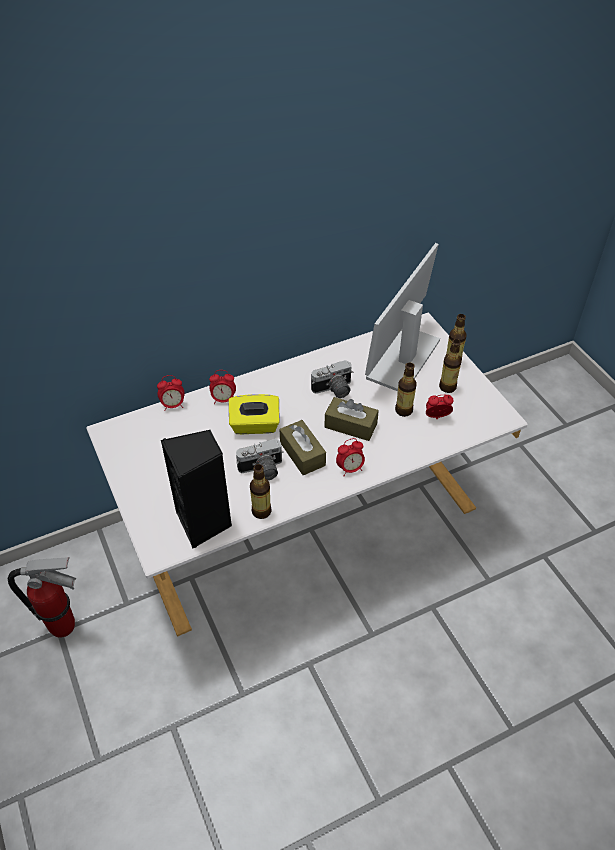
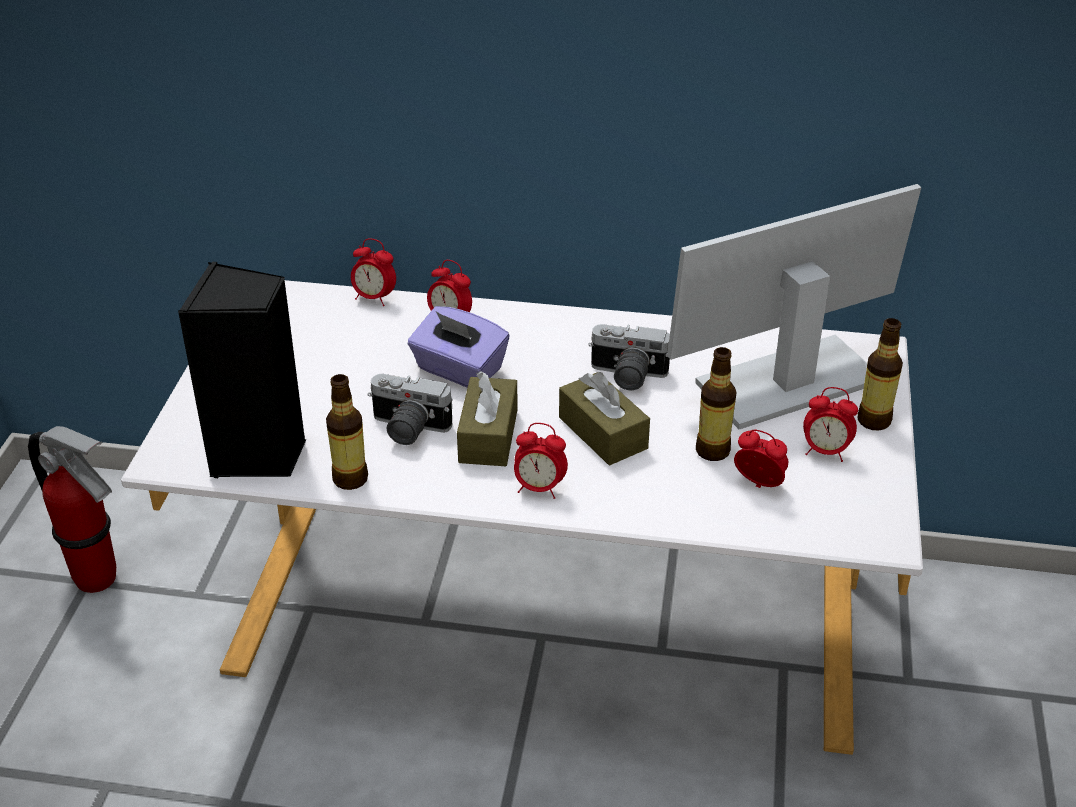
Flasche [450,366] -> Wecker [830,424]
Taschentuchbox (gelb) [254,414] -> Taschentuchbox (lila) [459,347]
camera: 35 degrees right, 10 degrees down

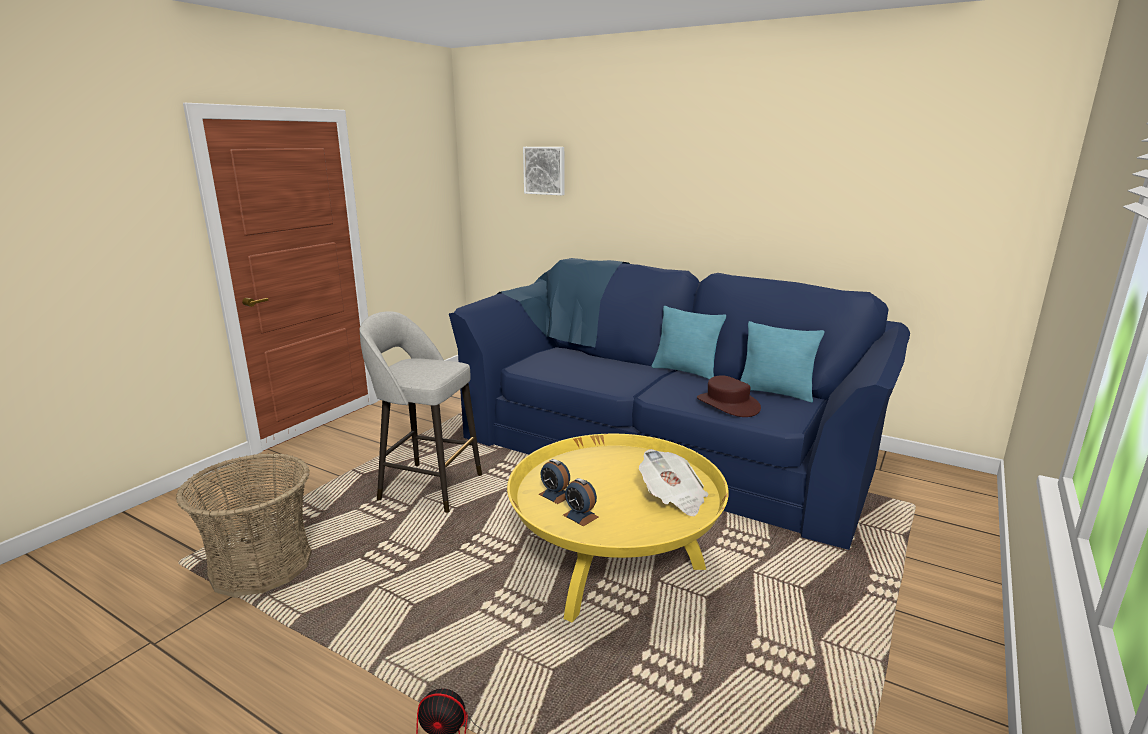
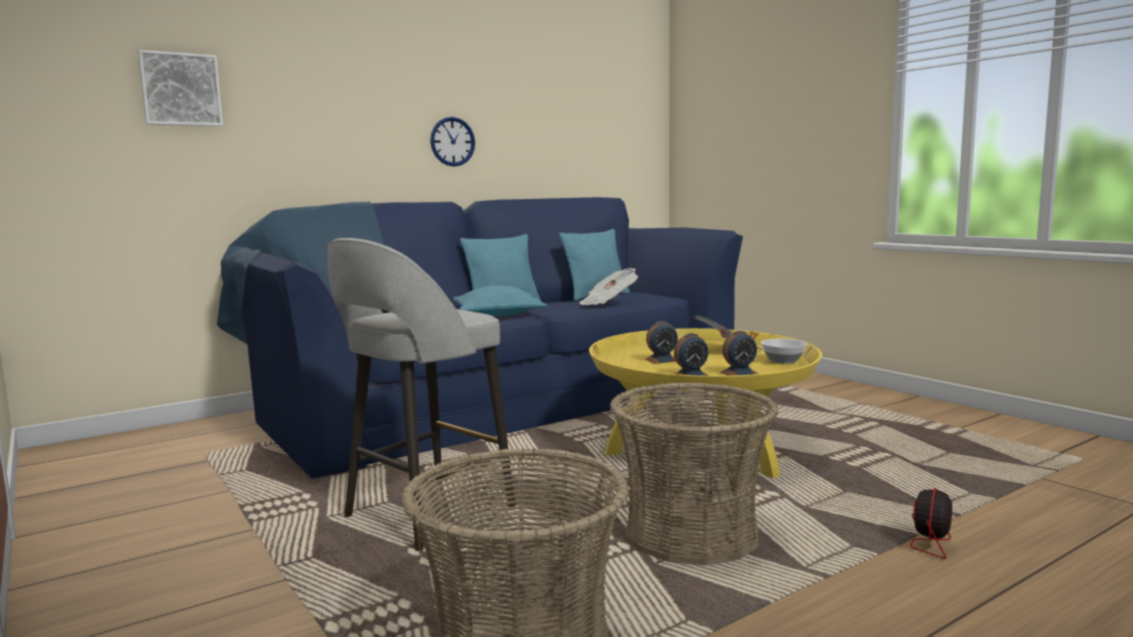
Hut (braun) [729,396] -> Zeitung [608,286]
none -> Wanduhr [452,142]
none -> Kissen (türkis) [500,300]
none -> Wecker [661,342]
none -> Schüssel [784,351]
none -> Korb [694,473]
camera: 65 degrees left, 10 degrees down

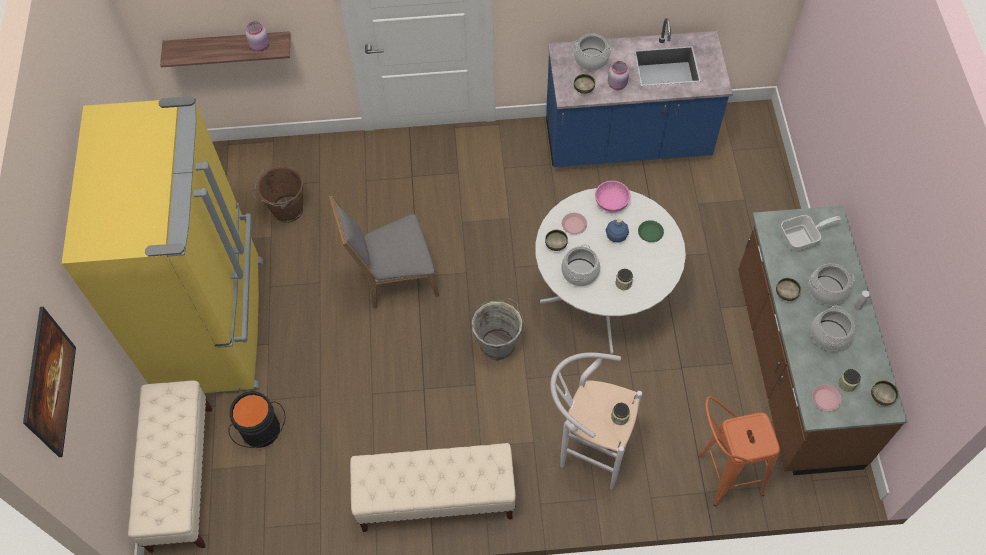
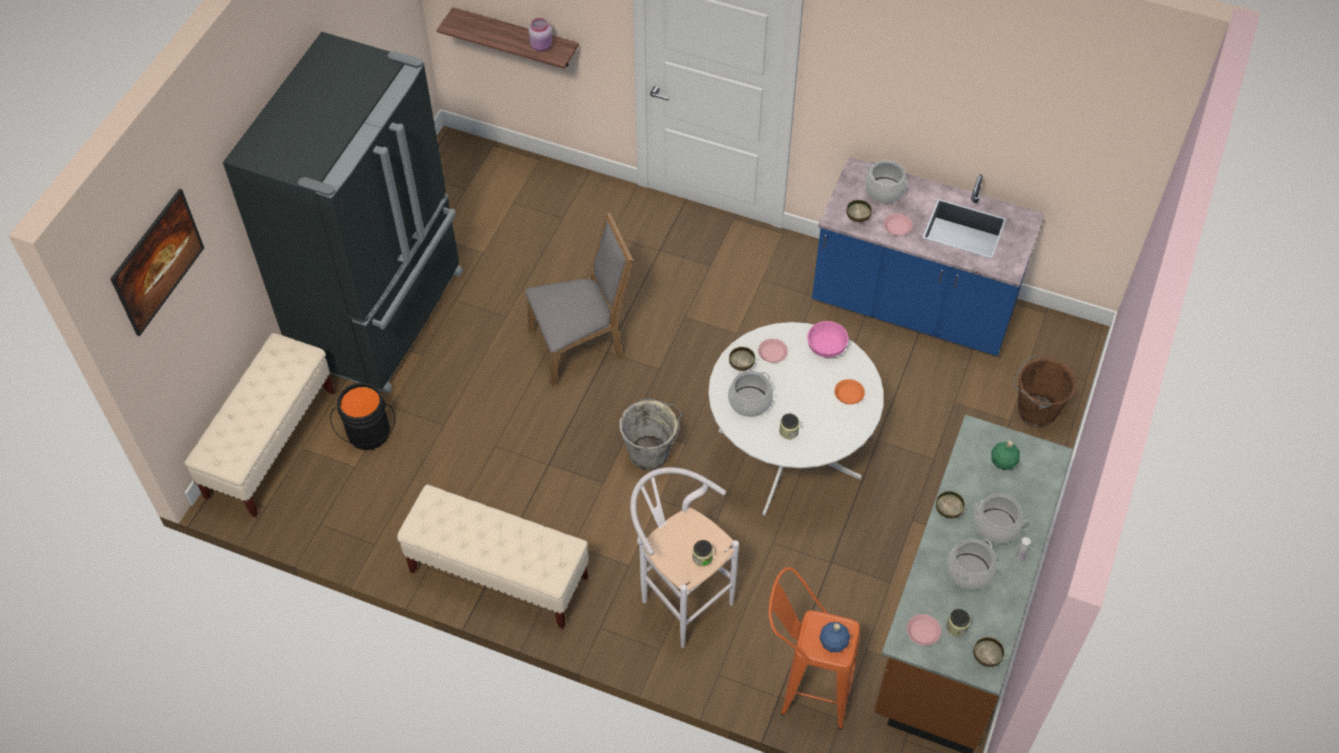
Vorratsglas (rosa) [618,75] -> Teller (rosa) [898,224]
Kühlschrank (gelb) [162,245] -> Kühlschrank (schwarz) [343,213]
Eimer (braun) [277,194] -> Eimer (braun) [1044,392], move
Stuhl (grau) [384,252] -> Stuhl (grau) [579,299], 150 degrees clockwise
Pfanne [811,233] -> Flasche (grün) [1005,455]
Flasche (blau) [617,231] -> Flasche (blau) [834,637], move
Teller (grün) [651,231] -> Teller (orange) [849,391]
camera: 25 degrees right, 5 degrees down

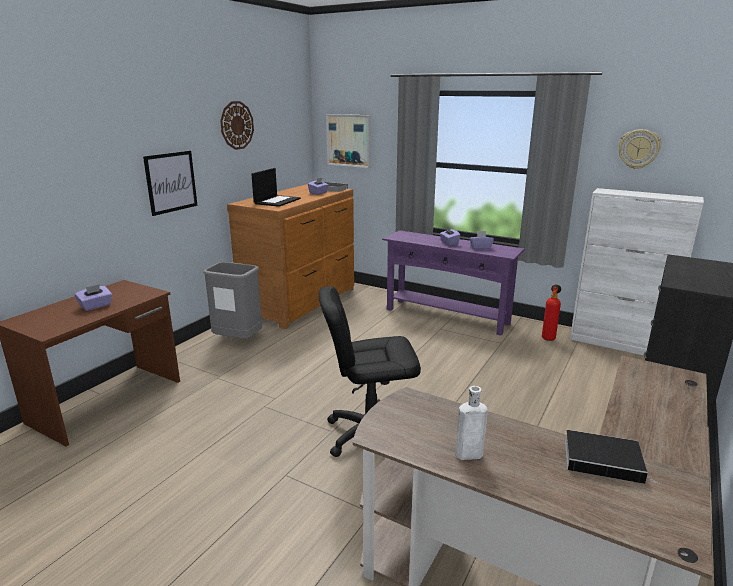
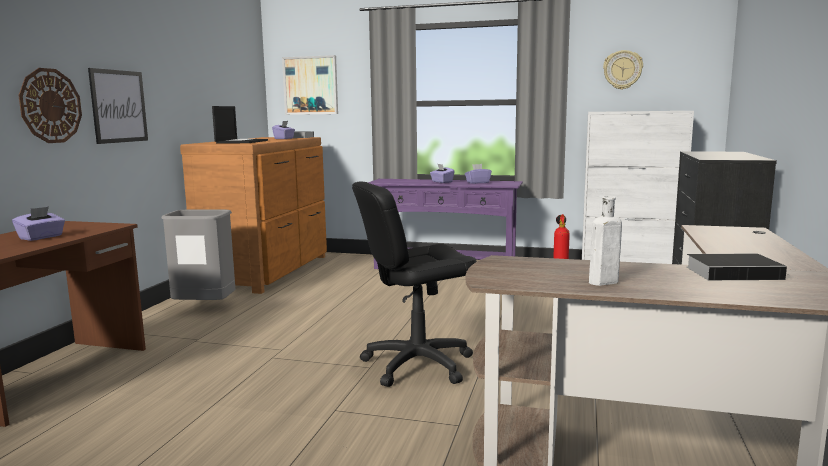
Wanduhr [237,125] -> Wanduhr [50,105], move
camera: 15 degrees left, 10 degrees down

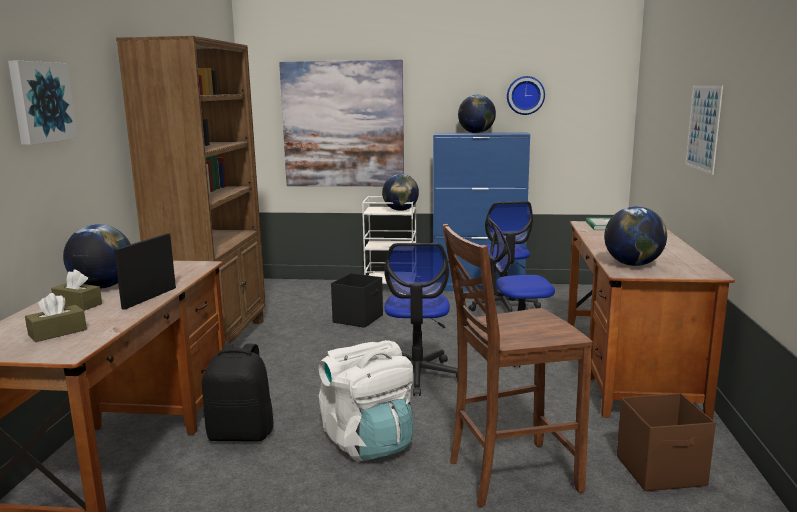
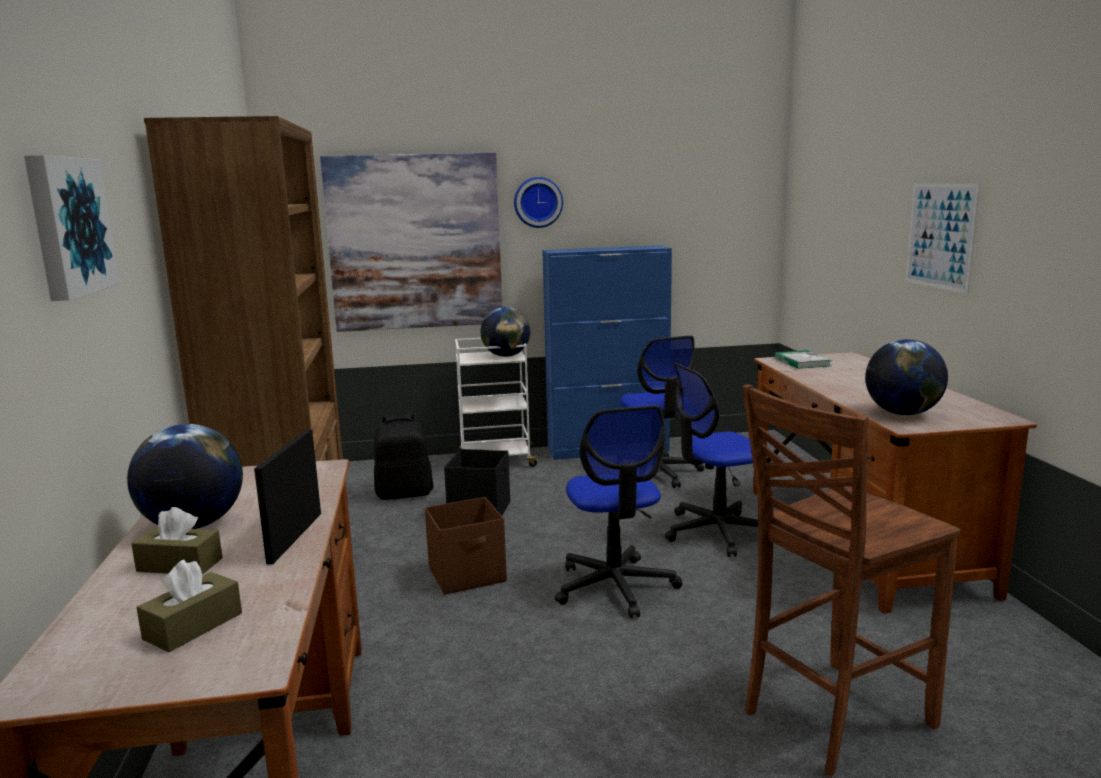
Wanduhr [526,95] -> Wanduhr [538,202], move
Globus [477,114] -> none
Rucksack (weiß) [366,400] -> none
Rucksack (schwarz) [238,392] -> Rucksack (schwarz) [404,457], move
Aufbewahrungsbox (braun) [666,442] -> Aufbewahrungsbox (braun) [466,546], move
camera: 15 degrees left, 0 degrees up

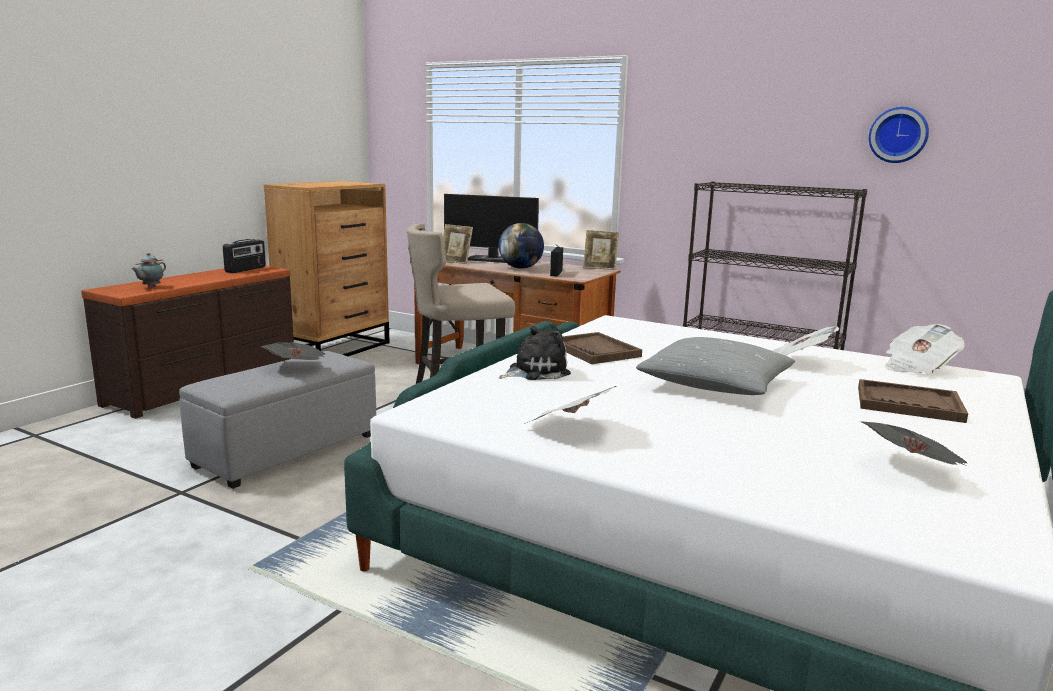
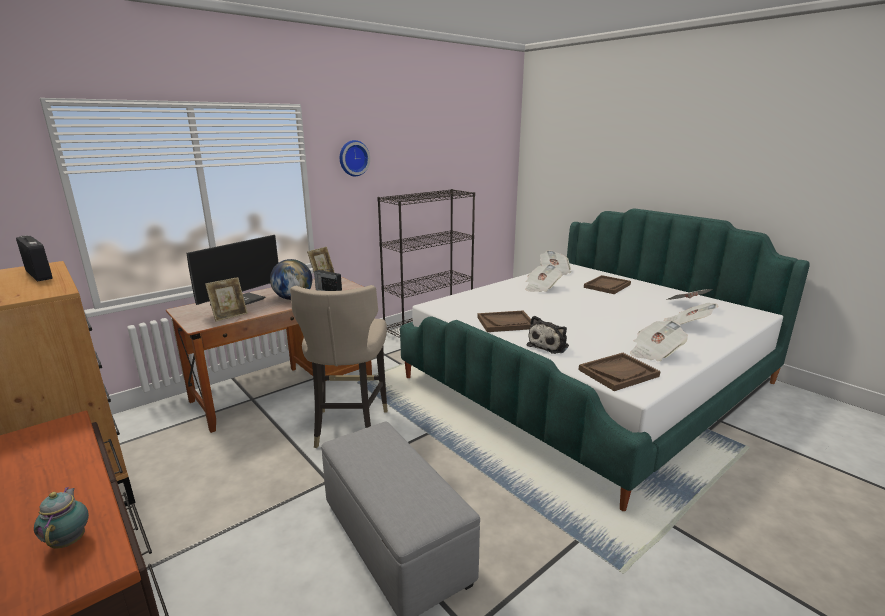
Wanduhr [899,135] -> Wanduhr [355,158], move
Radio [244,256] -> Radio [34,258], move
Teekanne [148,270] -> Teekanne [61,518], 150 degrees counterclockwise
Plüschtier [534,353] -> Plüschtier [548,335], 135 degrees counterclockwise
Kissen (grau) [715,366] -> none
Zeitung [293,351] -> Zeitung [691,313], move
none -> Tablett (braun) [620,372]
camera: 70 degrees left, 5 degrees up

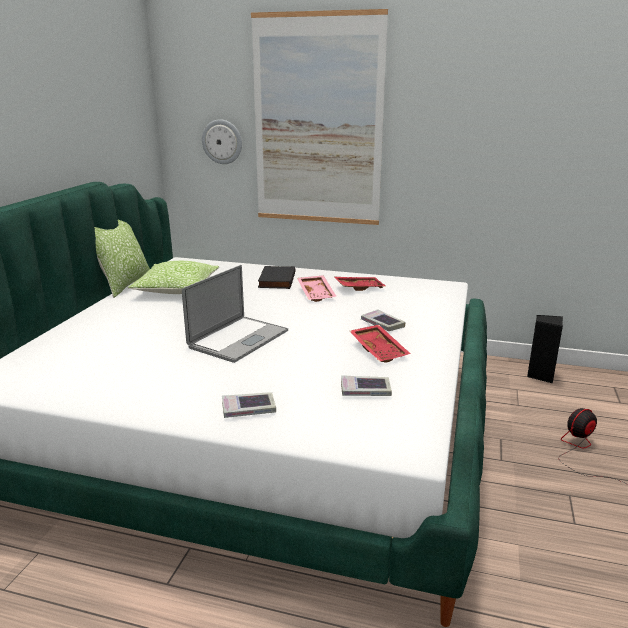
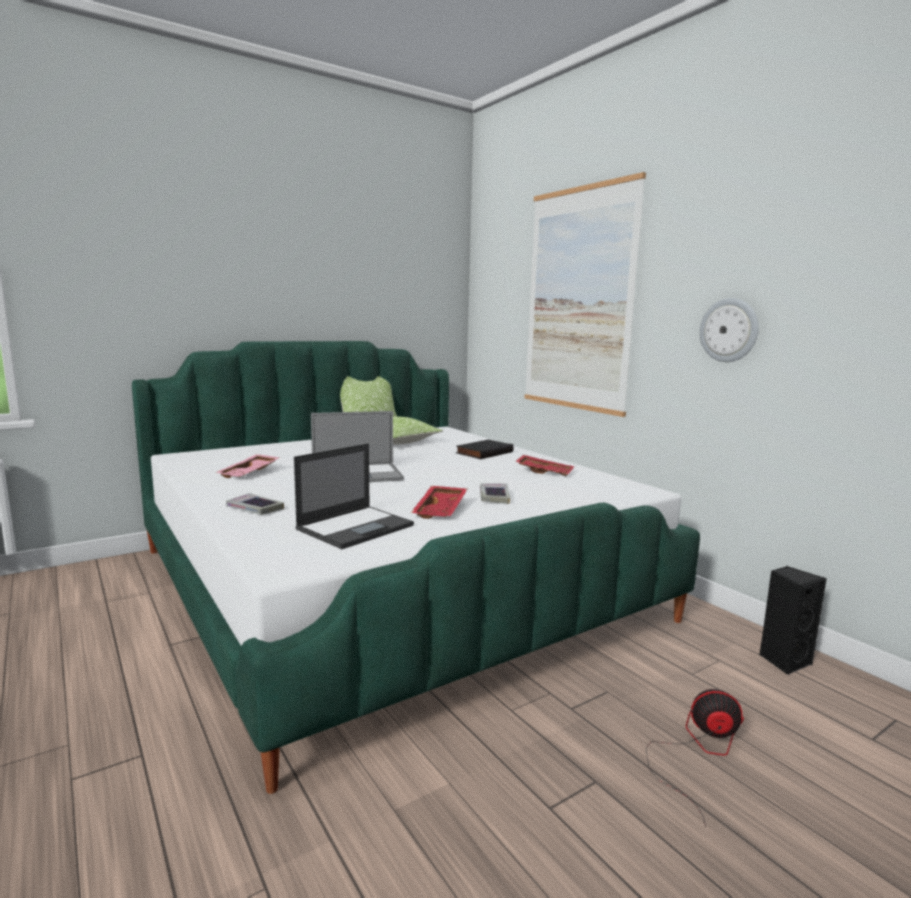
Wanduhr [222,141] -> Wanduhr [729,330], move
Tablett (rosa) [316,288] -> Tablett (rosa) [248,466], move
Buch [366,385] -> Laptop [354,496]
camera: 40 degrees right, 10 degrees down

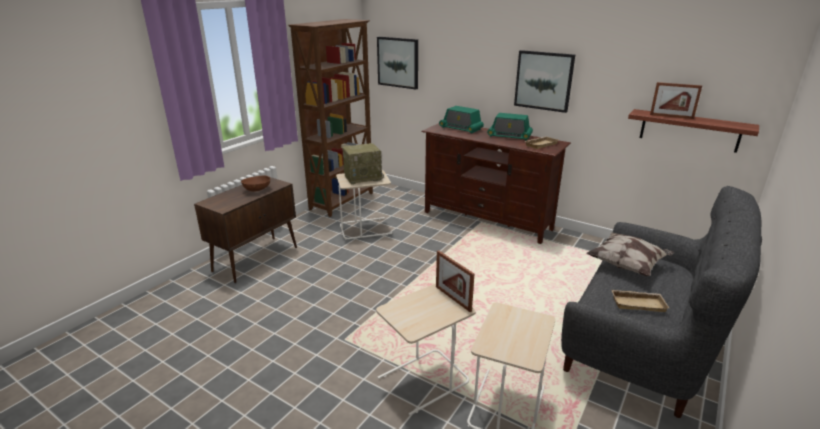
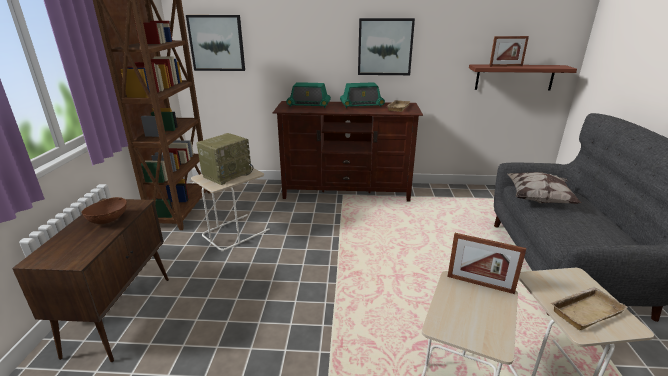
Tablett (beige) [640,301] -> Tablett (beige) [589,308], move
camera: 30 degrees left, 0 degrees up

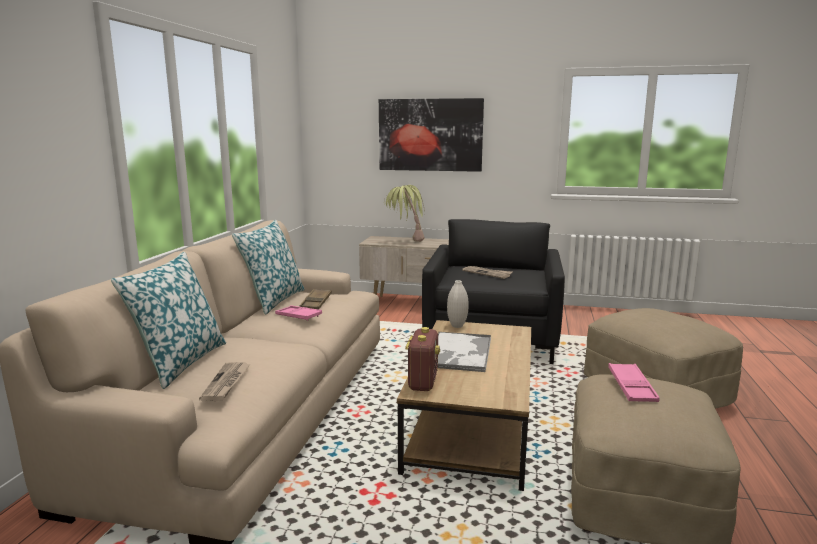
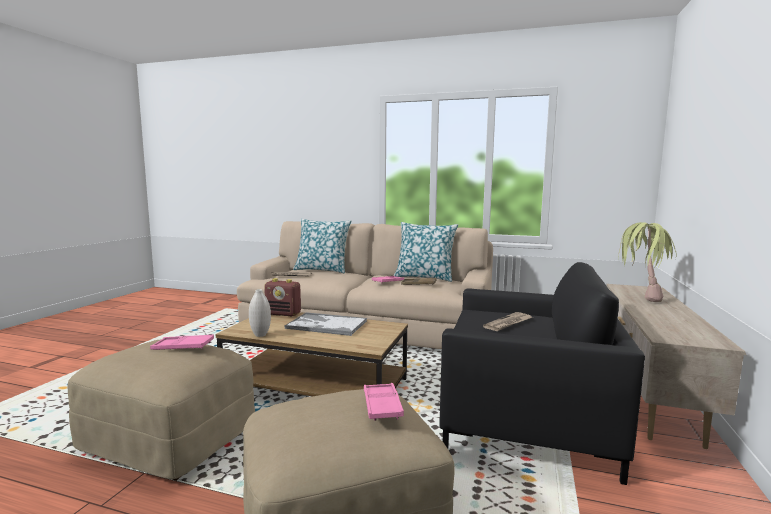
Bild [431,135] -> none
Vase (weiß) [458,304] -> Vase (weiß) [260,313], move
none -> Tablett (rosa) [384,402]
camera: 95 degrees right, 5 degrees down

